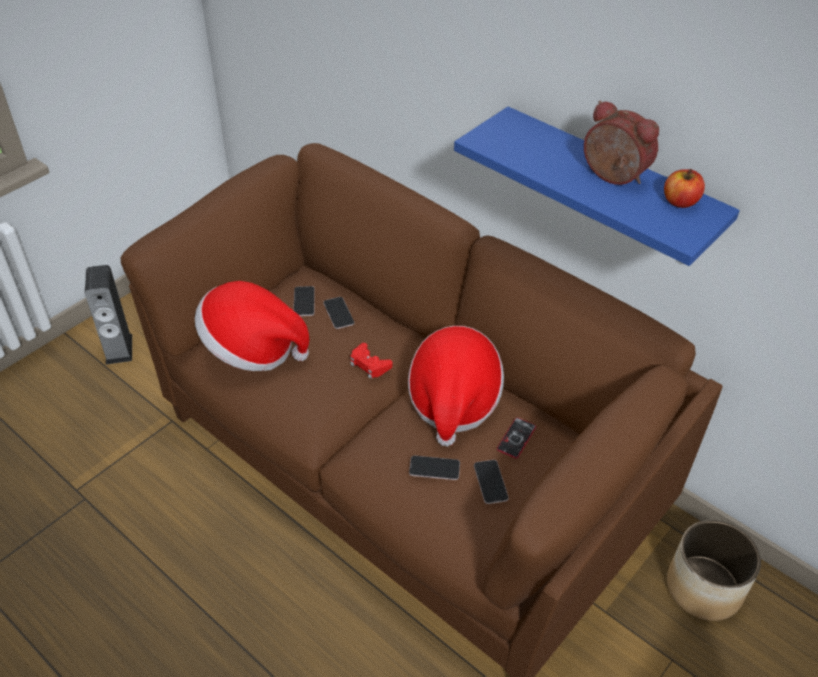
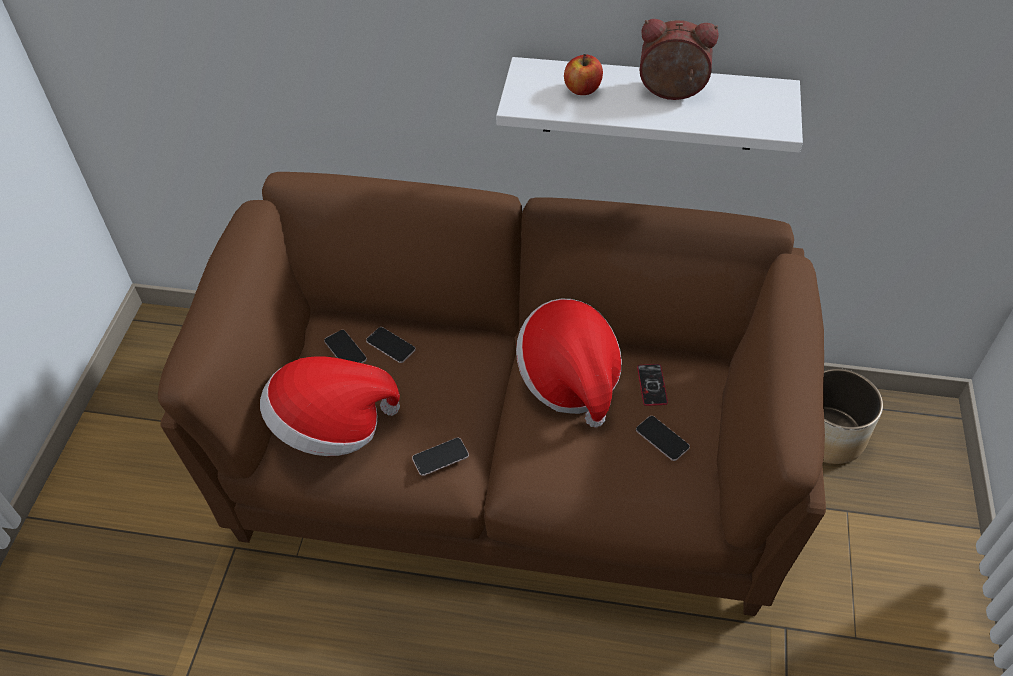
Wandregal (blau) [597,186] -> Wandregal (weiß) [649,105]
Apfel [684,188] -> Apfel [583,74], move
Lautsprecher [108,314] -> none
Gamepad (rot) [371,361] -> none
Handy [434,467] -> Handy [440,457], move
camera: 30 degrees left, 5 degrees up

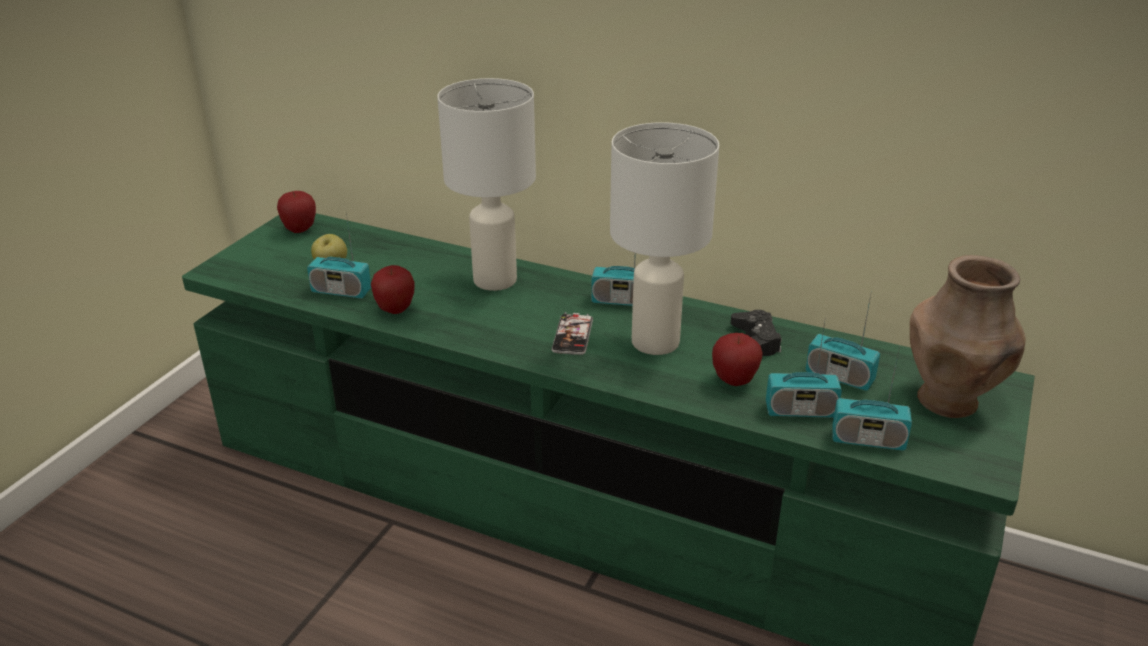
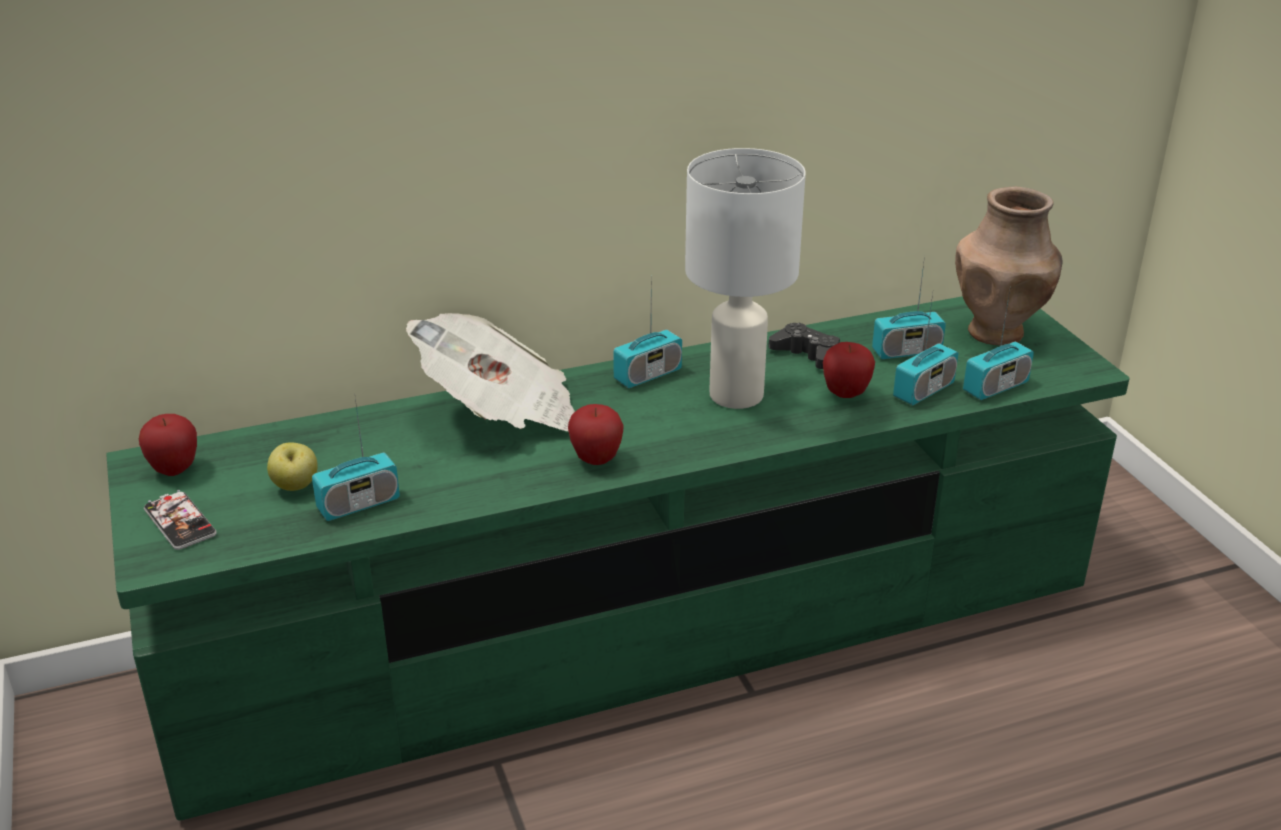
Tischlampe (weiß) [486,184] -> Zeitung [490,372]
Apfel [392,289] -> Apfel [596,434], move
Handy [572,333] -> Handy [180,520], move
camera: 45 degrees left, 0 degrees up

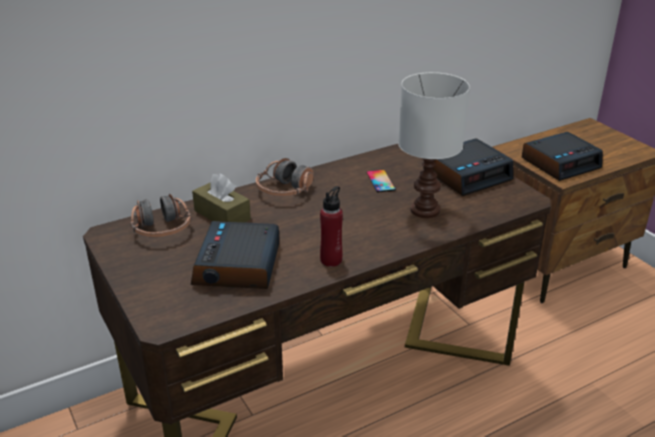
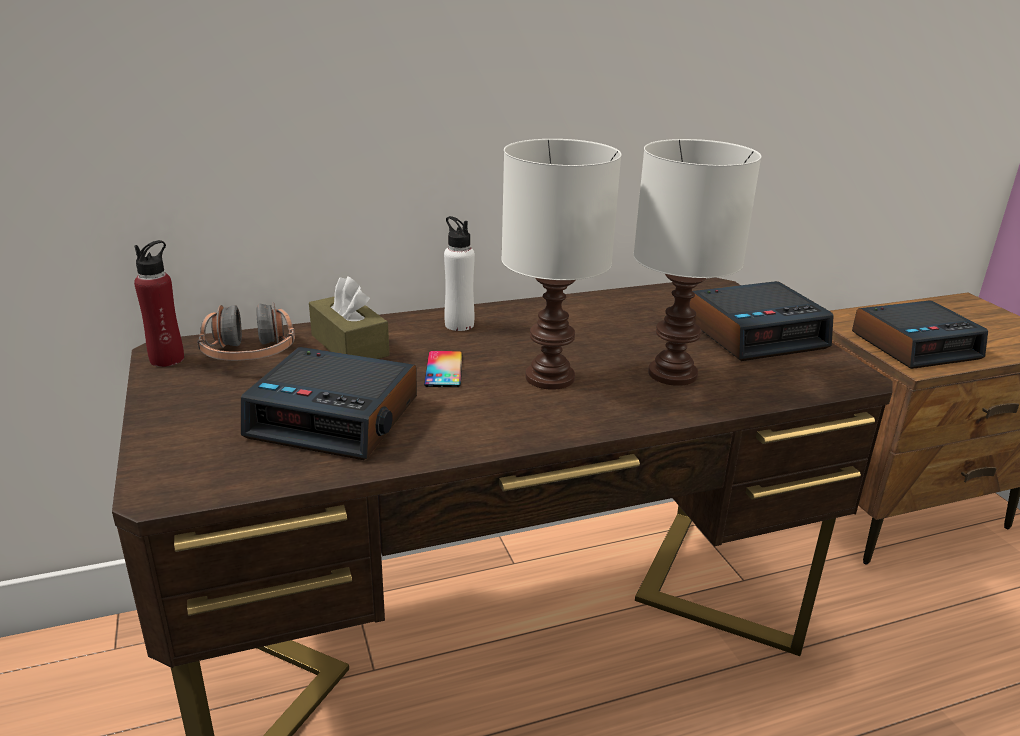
Kopfhörer [285,177] -> Flasche (weiß) [459,273]
Handy [381,181] -> Handy [443,369], move
Flasche (rot) [331,226] -> Flasche (rot) [159,303], move
Wecker [235,255] -> Wecker [329,403], 90 degrees counterclockwise
none -> Tischlampe (weiß) [561,264]
camera: 10 degrees right, 5 degrees down

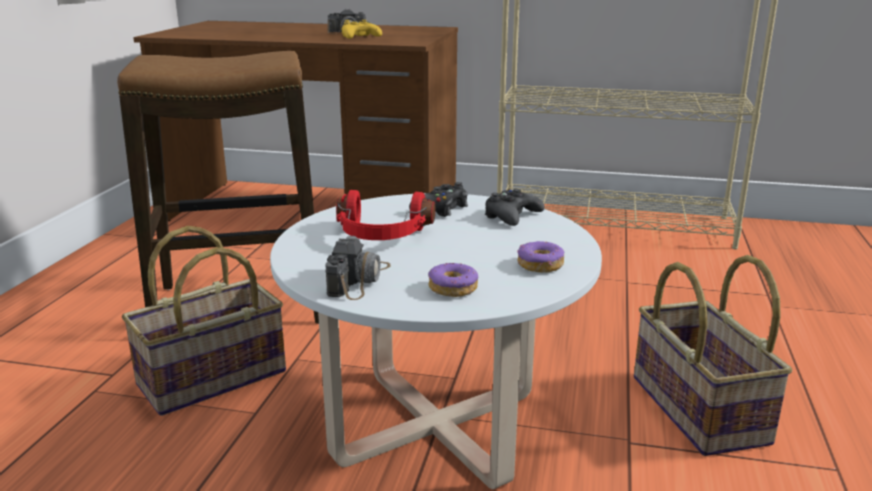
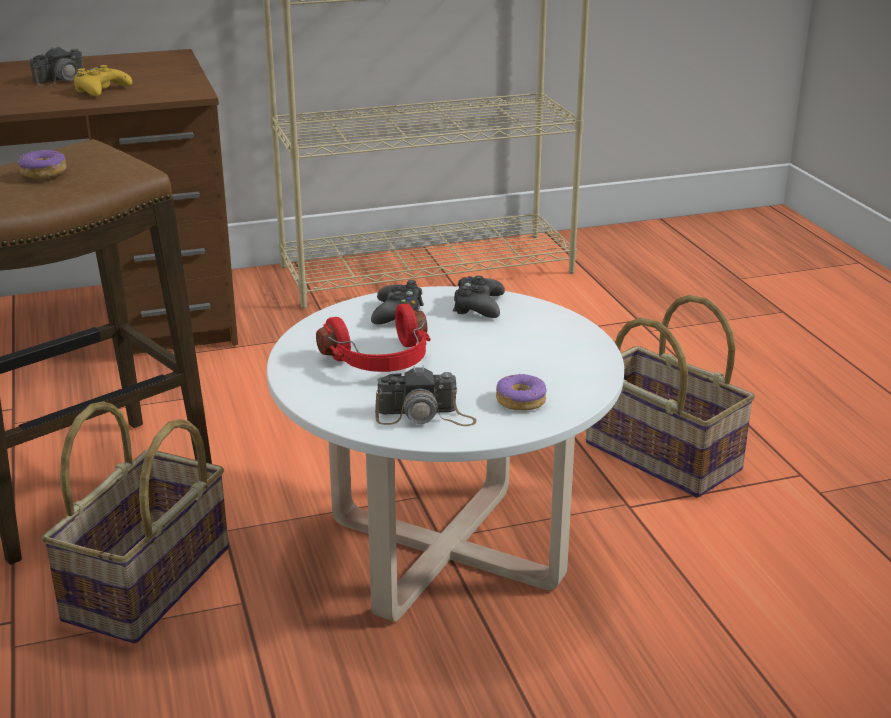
Kamera [358,268] -> Kamera [425,396], 105 degrees clockwise
Donut [540,256] -> Donut [42,164], move
camera: 30 degrees left, 5 degrees up

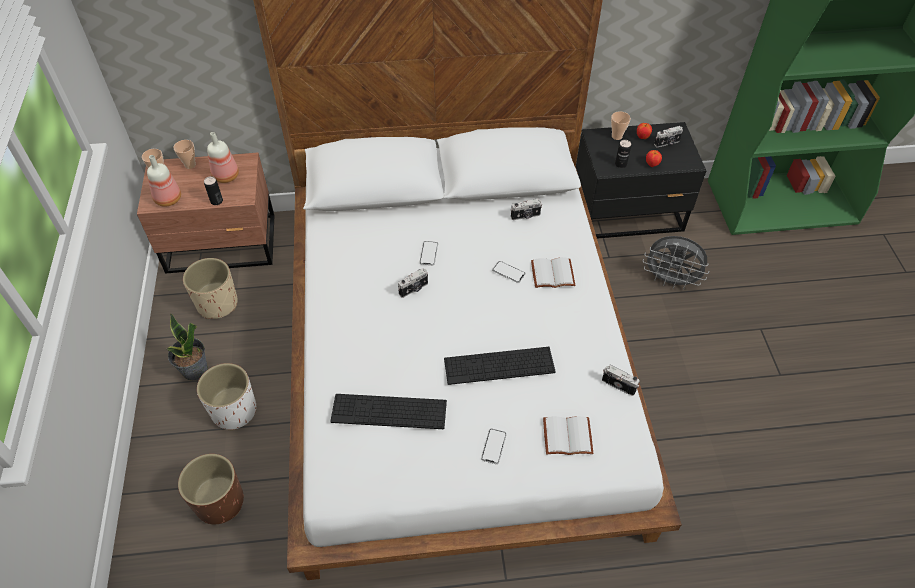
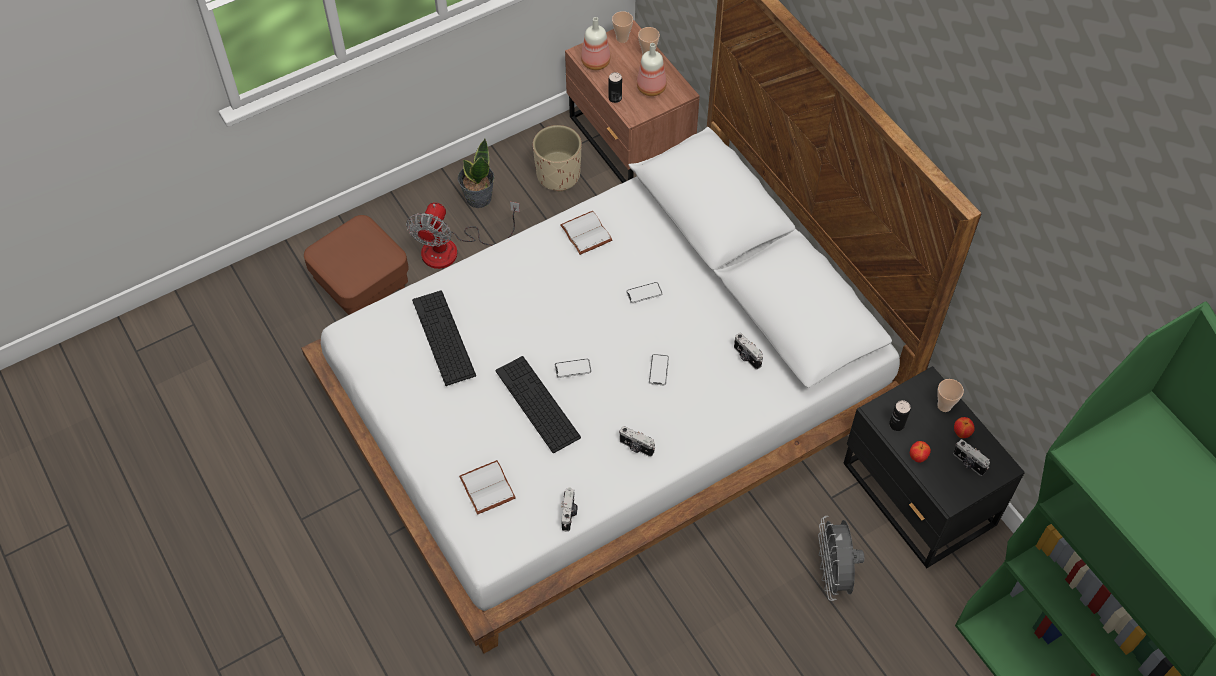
Buch (weiß) [553,272] -> Buch (weiß) [586,233], move
Kamera [413,283] -> Kamera [637,441], move
Pflanzkübel (weiß) [227,396] -> Ventilator [463,235]
Handy [494,446] -> Handy [573,368], move
Pflanzkübel (braun) [211,489] -> Polsterhocker (braun) [356,265]
camera: 65 degrees right, 5 degrees up

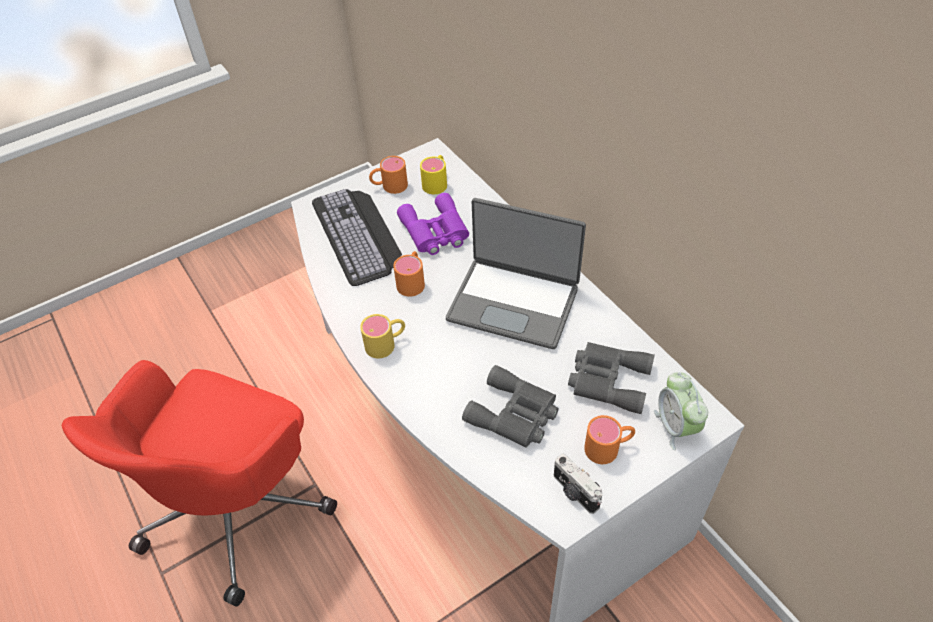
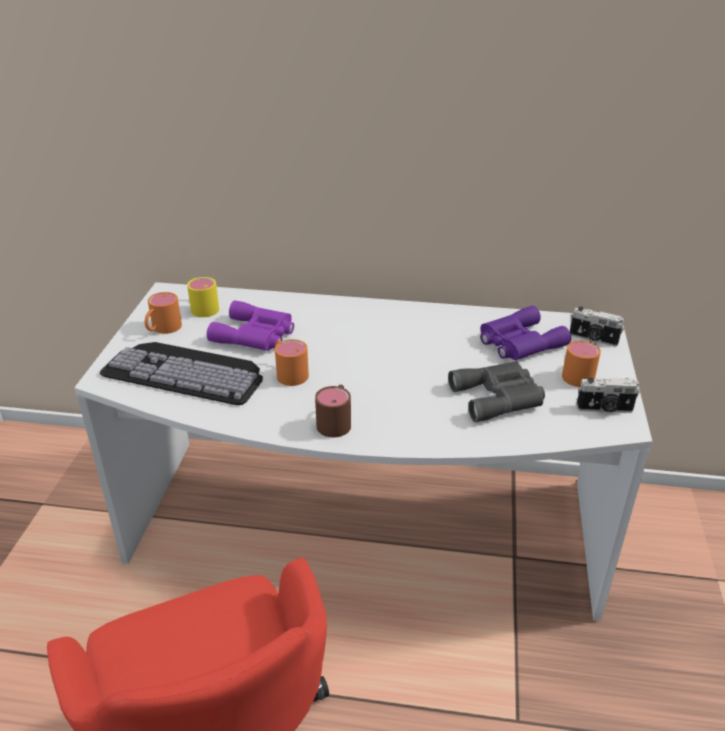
Laptop [516,273] -> none
Henkelbecher (gelb) [382,336] -> Henkelbecher (braun) [333,410]
Fernglas (grau) [611,378] -> Fernglas (lila) [525,333]
Wecker [681,411] -> Kamera [597,326]
camera: 50 degrees left, 15 degrees down

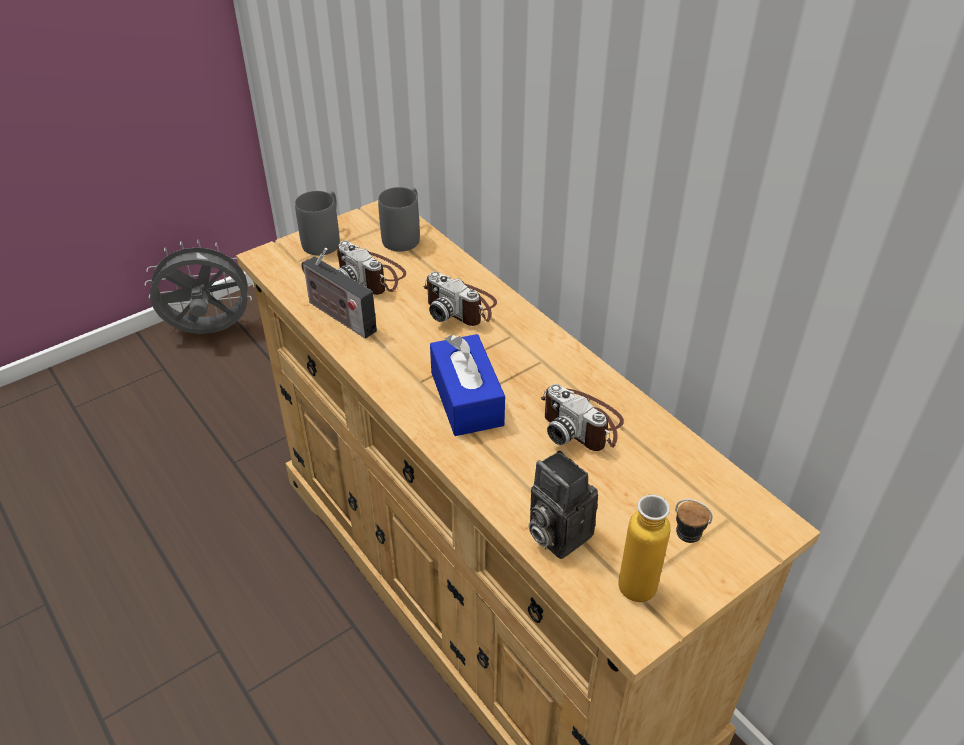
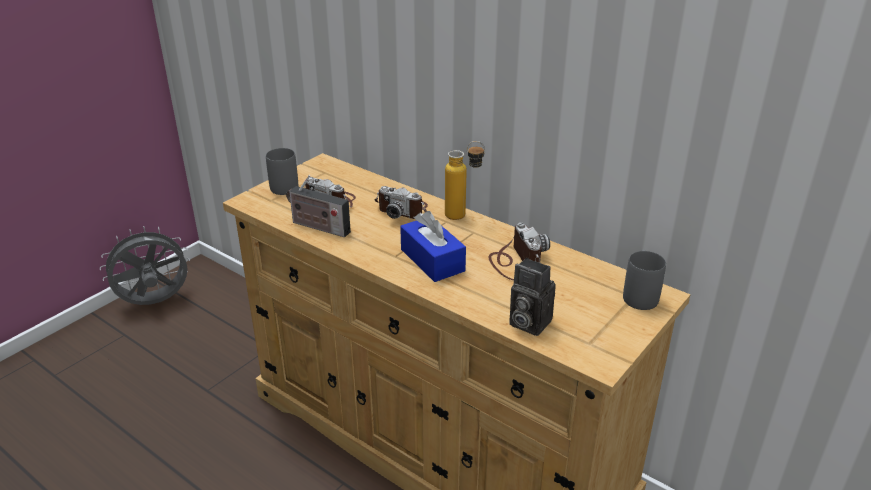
Henkelbecher (grau) [399,219] -> Henkelbecher (grau) [644,280], move
Kamera [582,417] -> Kamera [519,251], 135 degrees counterclockwise
Flasche [665,548] -> Flasche [465,180], move
camera: 15 degrees left, 10 degrees down

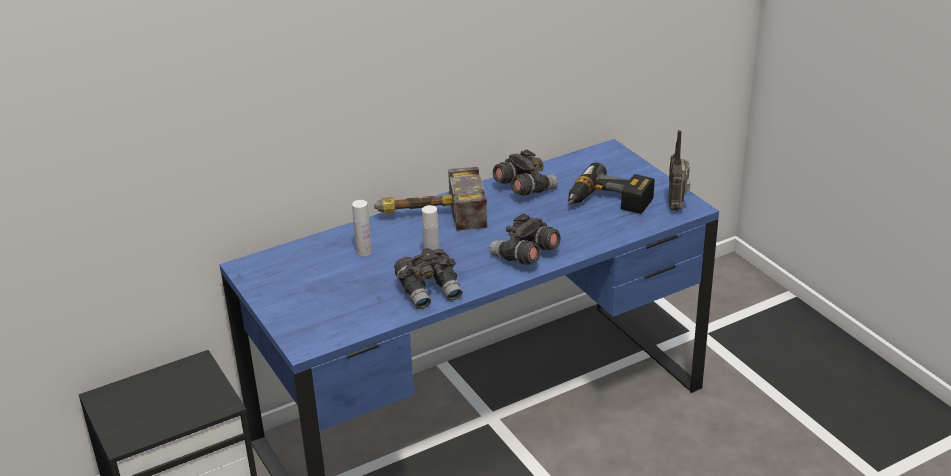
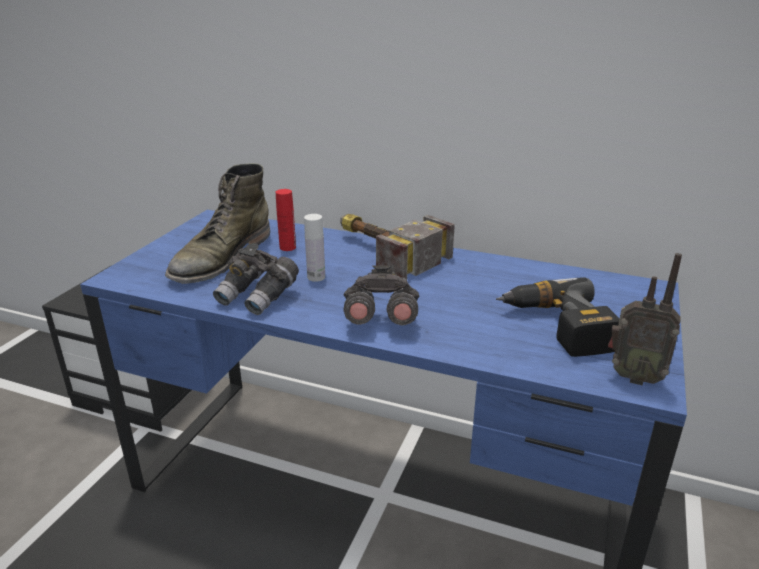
Radio [679,170] -> Radio [645,319], 120 degrees counterclockwise
Fernglas (grau) [525,173] -> none
Flasche (weiß) [362,228] -> Flasche (rot) [286,220]
none -> Stiefel (grün) [217,223]
camera: 50 degrees right, 5 degrees down

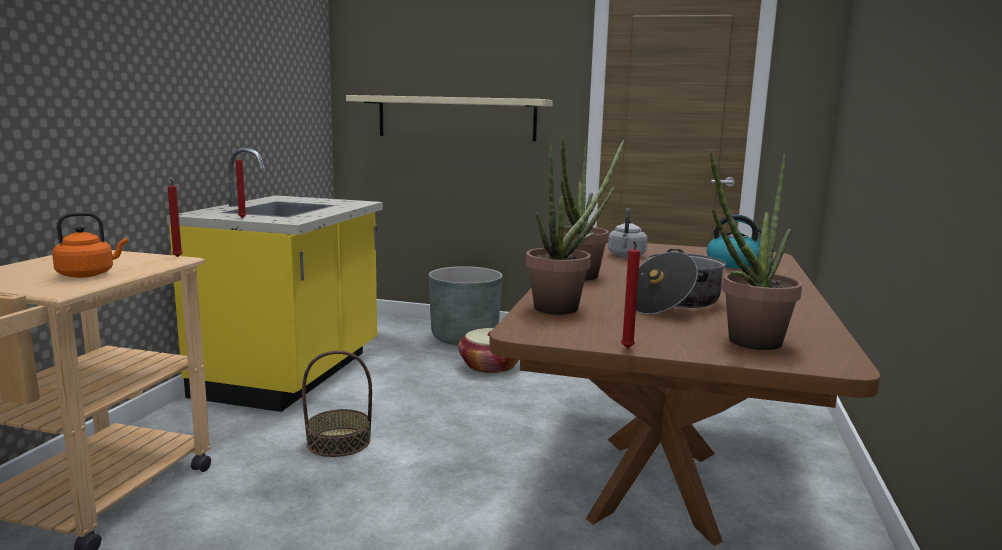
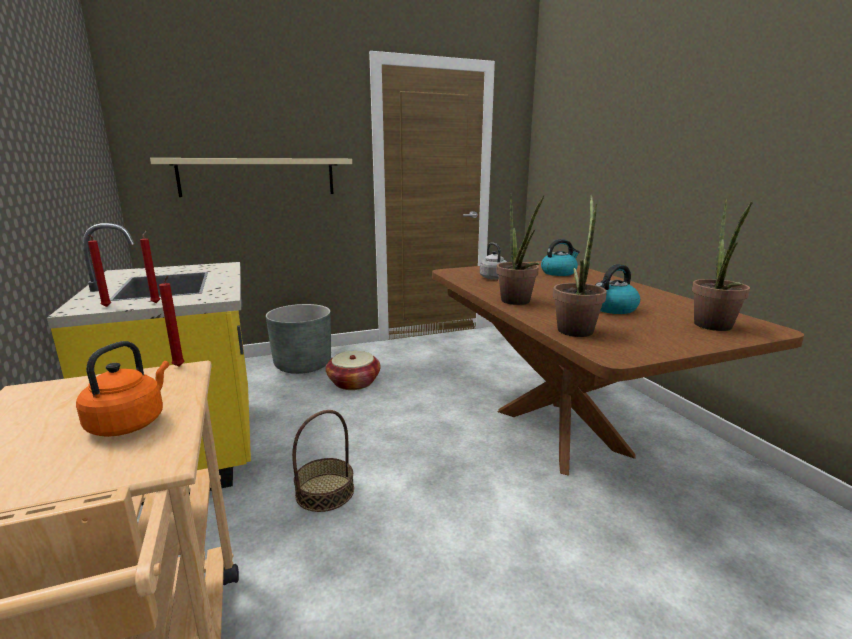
Kerze (rot) [630,295] -> Kerze (rot) [99,270], move
Kochtopf [675,282] -> Wasserkessel [617,289]
camera: 35 degrees left, 5 degrees up

